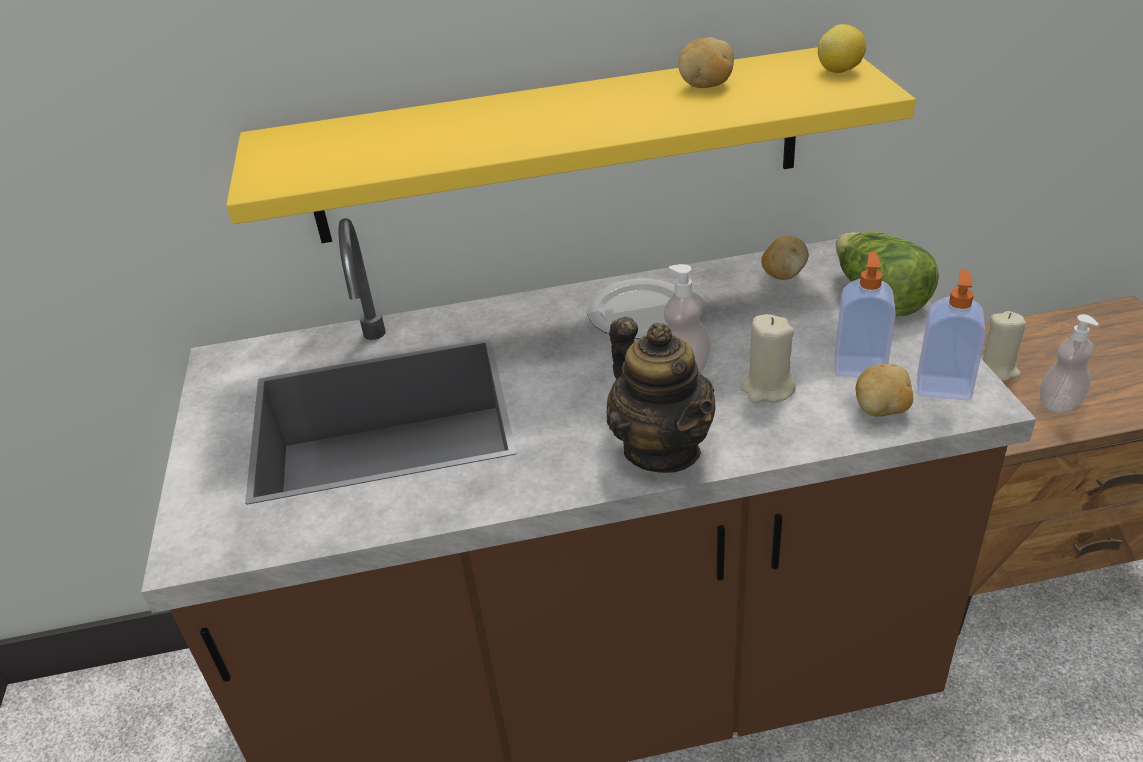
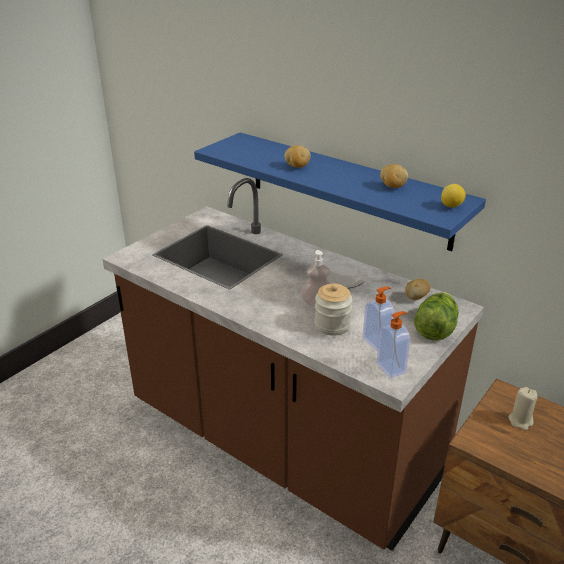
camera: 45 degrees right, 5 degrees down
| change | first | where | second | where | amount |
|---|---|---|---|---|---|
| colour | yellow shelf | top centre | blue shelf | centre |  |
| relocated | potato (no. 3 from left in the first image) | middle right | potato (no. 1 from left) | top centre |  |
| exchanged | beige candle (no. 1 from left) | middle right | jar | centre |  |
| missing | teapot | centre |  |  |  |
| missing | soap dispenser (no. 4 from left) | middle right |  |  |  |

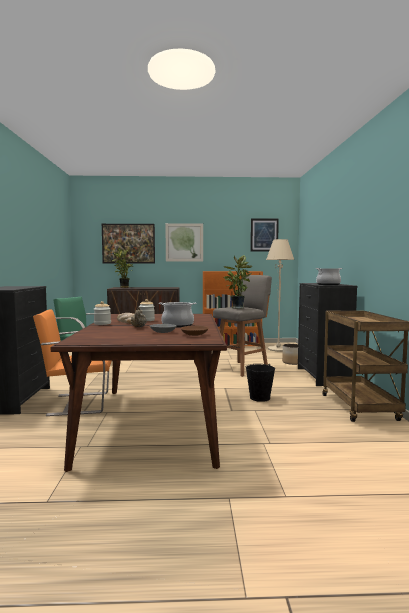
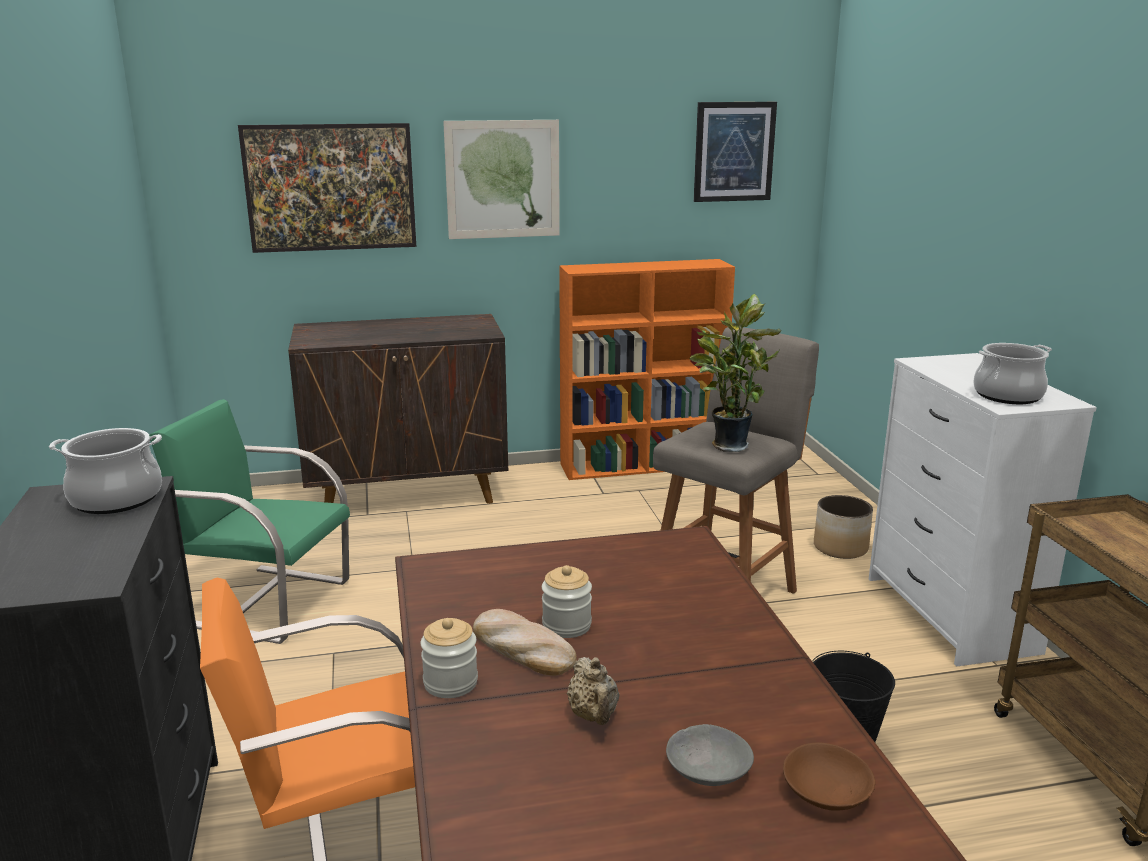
camera: 10 degrees left, 15 degrees up
| change | first | where | second | where | amount |
|---|---|---|---|---|---|
| relocated | cooking pot (no. 1 from left) | centre |  | middle left |  |
| colour | black dresser (no. 2 from left) | middle right | white dresser | middle right |  |
| missing | potted plant (no. 1 from left) | middle left |  |  |  |
| missing | beige floor lamp | middle right |  |  |  |

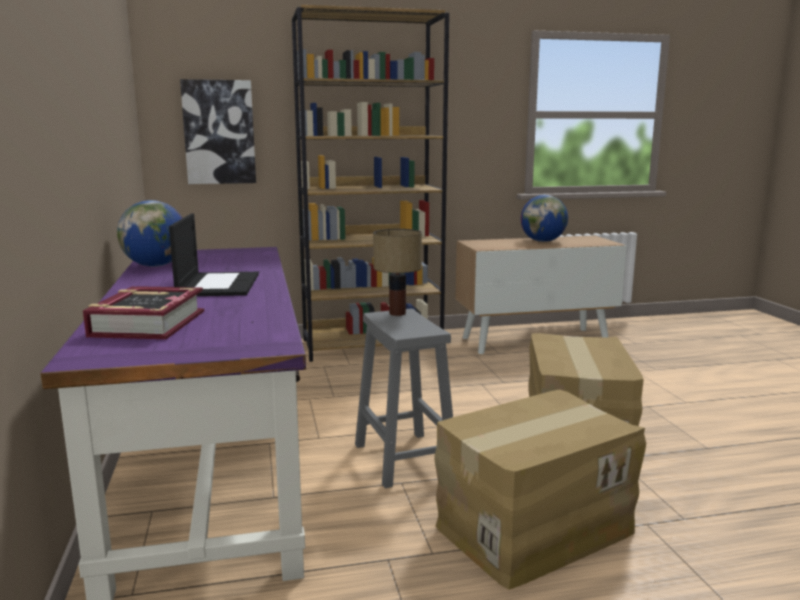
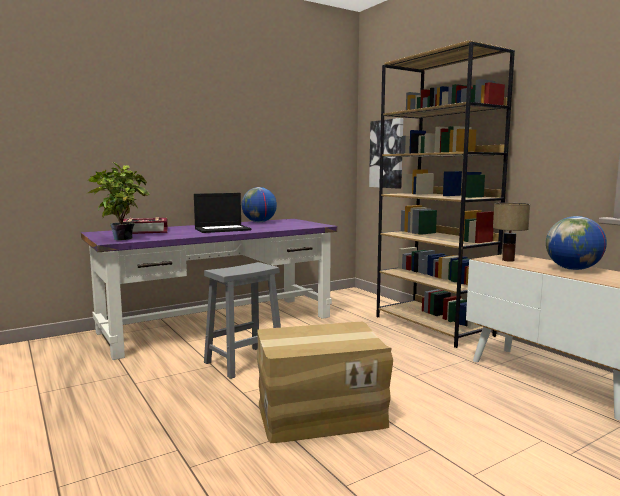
camera: 70 degrees right, 5 degrees down
| change | first | where | second | where | amount |
|---|---|---|---|---|---|
| appeared |  |  | potted plant | middle left |  |
| relocated | table lamp | centre |  | middle right |  |
| missing | cardboard box (no. 1 from left) | bottom right |  |  |  |

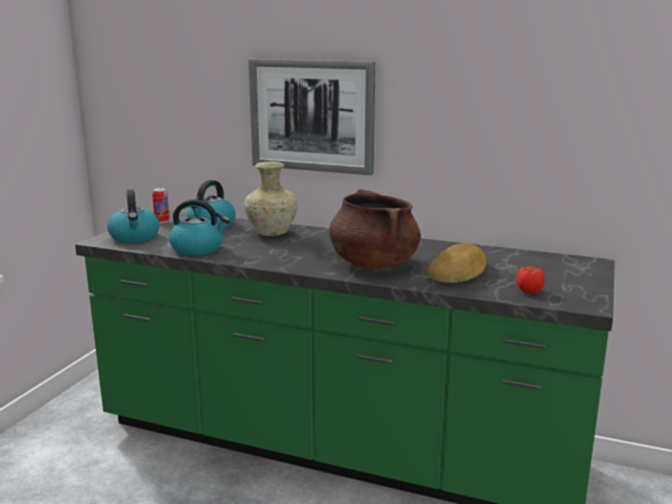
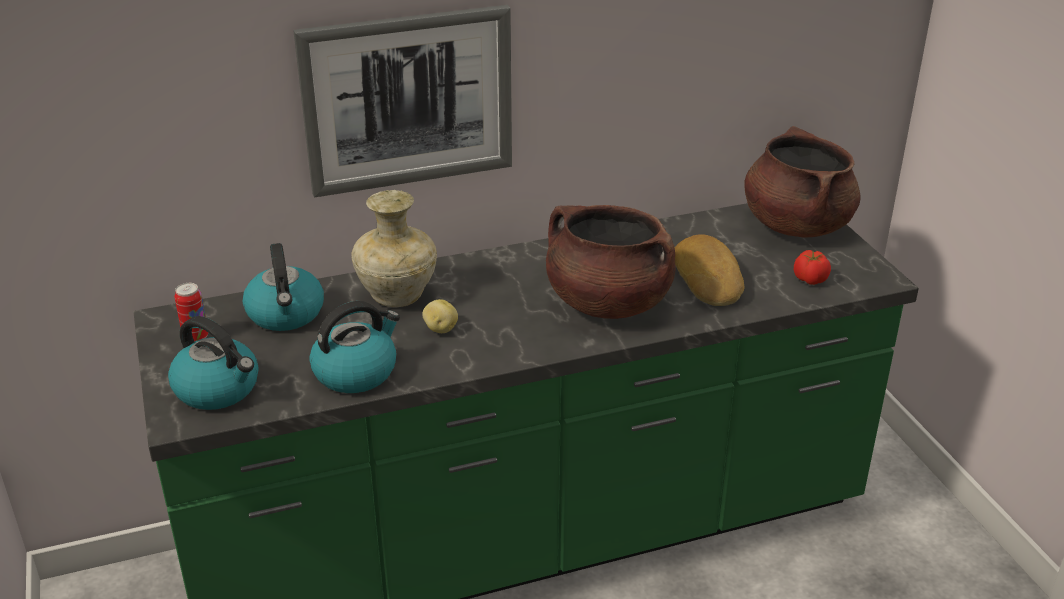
camera: 40 degrees left, 15 degrees up
| change | first | where | second | where | amount |
|---|---|---|---|---|---|
| appeared |  |  | potato | centre |  |
| appeared |  |  | brown cooking pot (no. 2 from left) | top right |  |

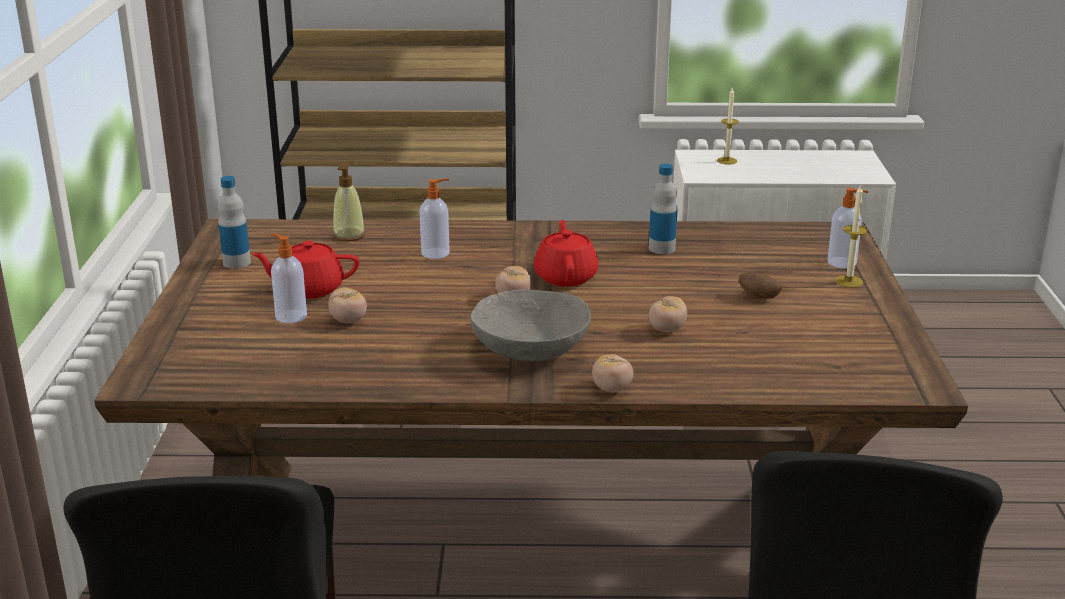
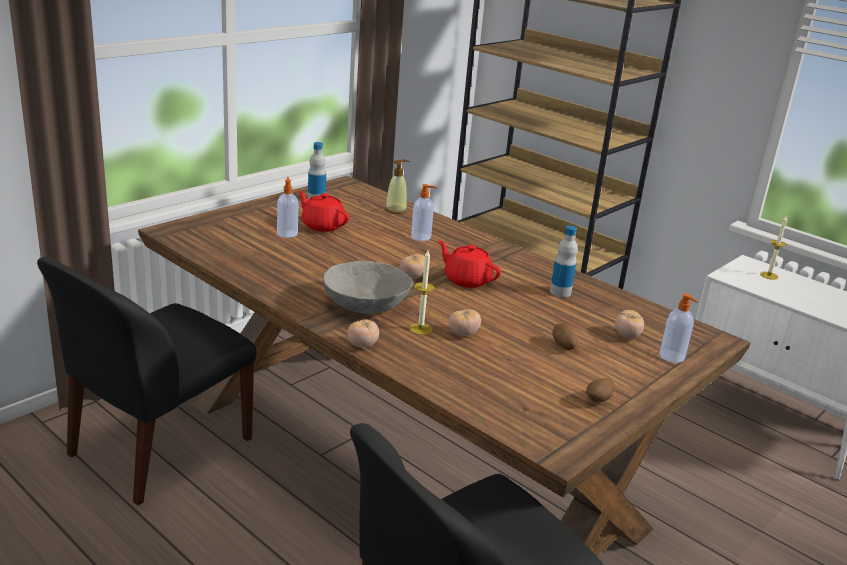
camera: 40 degrees right, 0 degrees up
| change | first | where | second | where | amount |
|---|---|---|---|---|---|
| relocated | candle (no. 2 from left in the first image) | middle right | candle (no. 1 from left) | centre |  |
| spun | red teapot (no. 2 from left) | centre |  | centre | 90 degrees counterclockwise |
| appeared |  |  | potato (no. 2 from left) | bottom right |  |
| relocated | tomato (no. 1 from left in the first image) | middle left | tomato (no. 4 from left) | middle right |  |

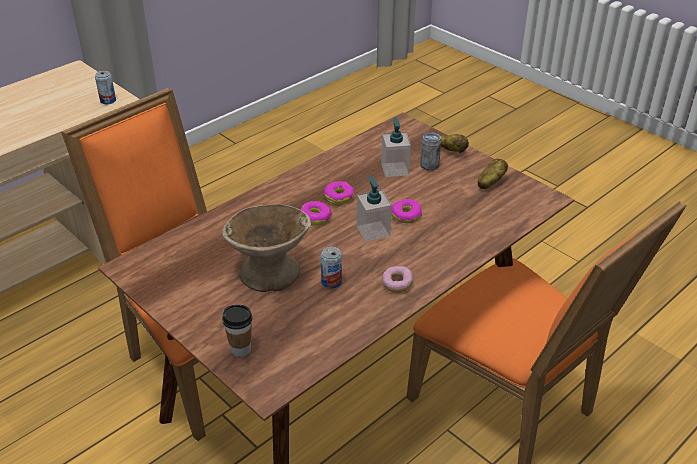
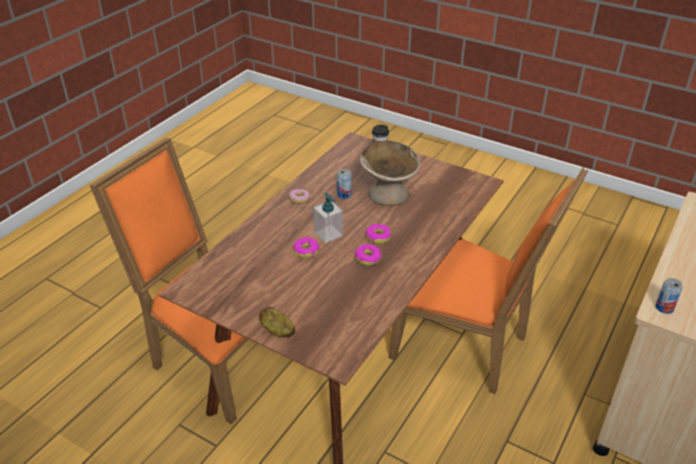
camera: 165 degrees right, 0 degrees up
| change | first | where | second | where | amount |
|---|---|---|---|---|---|
| missing | soap dispenser (no. 2 from left) | top centre |  |  |  |
| missing | can (no. 3 from left) | top centre |  |  |  |
| missing | potato (no. 2 from left) | middle right |  |  |  |

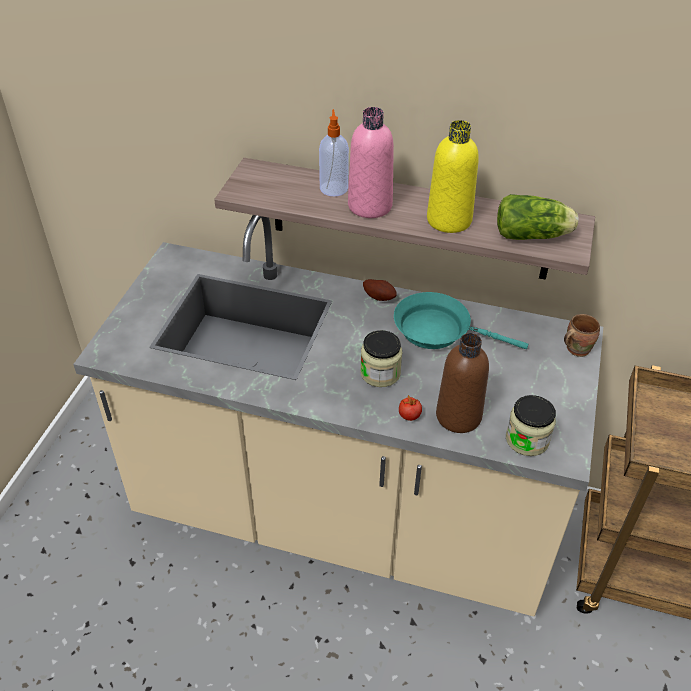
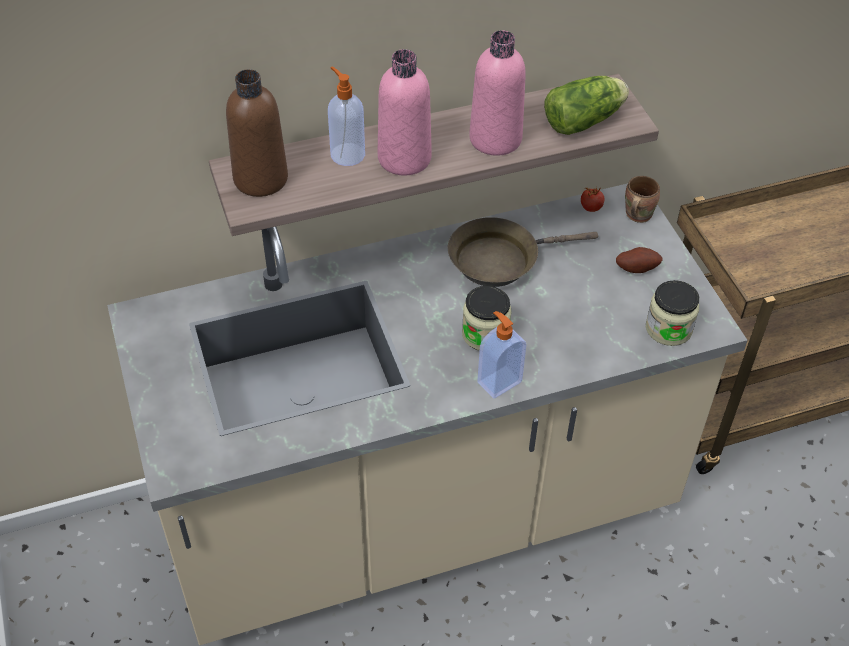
camera: 35 degrees left, 5 degrees up
| change | first | where | second | where | amount |
|---|---|---|---|---|---|
| relocated | brown bottle | middle right |  | top left |  |
| colour | turquoise frying pan | middle right | brown frying pan | centre |  |
| colour | yellow bottle | top centre | pink bottle (no. 2 from left) | top centre |  |
| appeared |  |  | soap dispenser (no. 2 from left) | centre |  |
| relocated | tomato | centre |  | top right |  |
| relocated | potato | centre |  | middle right |  |

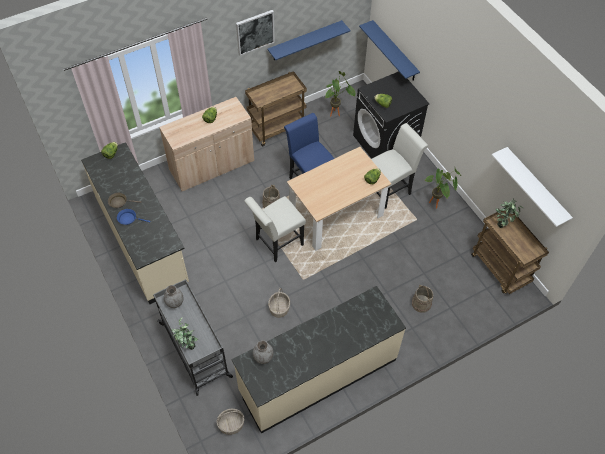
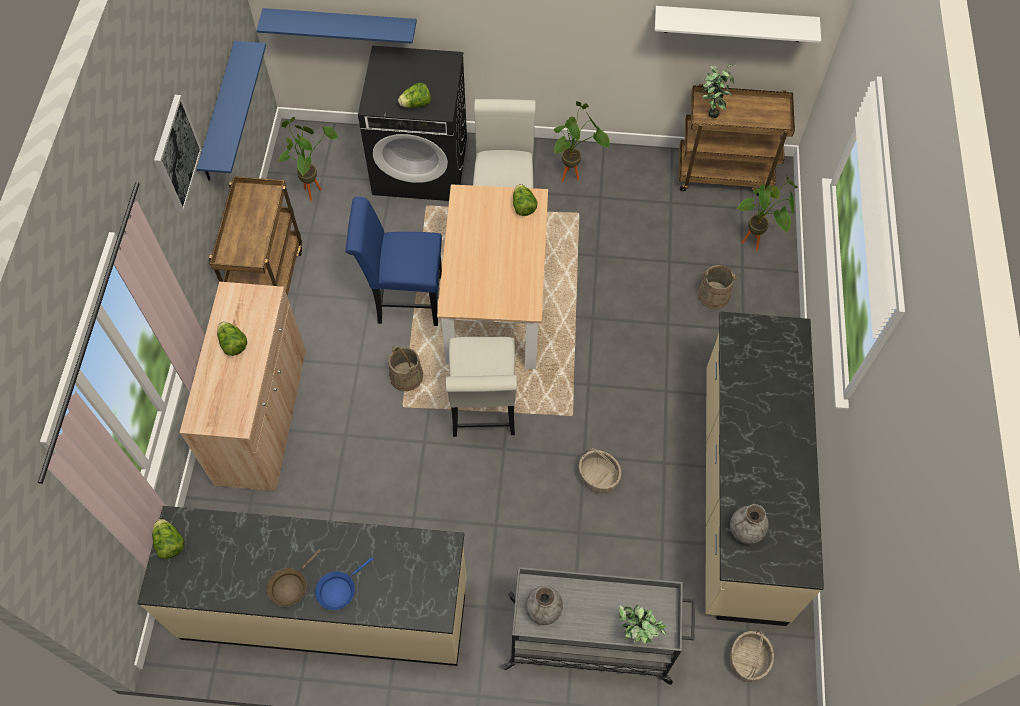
camera: 55 degrees left, 5 degrees up
| change | first | where | second | where | amount |
|---|---|---|---|---|---|
| appeared |  |  | potted plant (no. 5 from left) | top right |  |

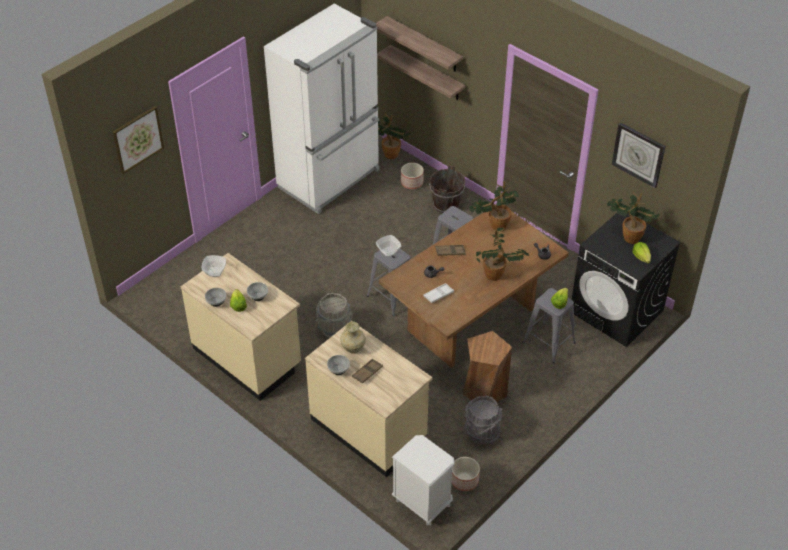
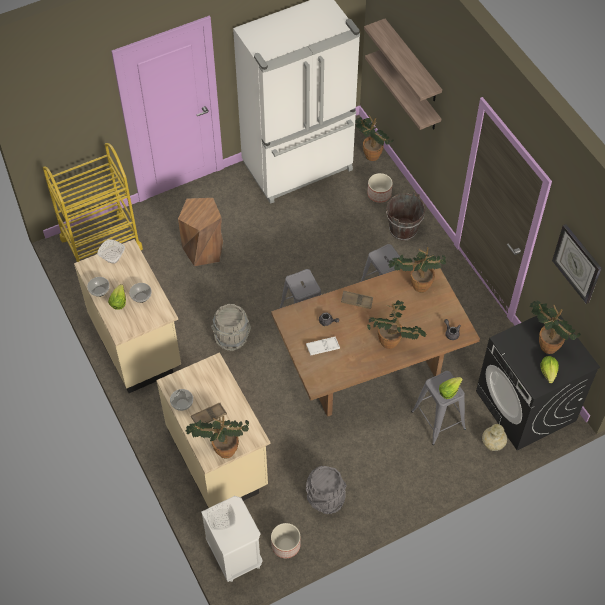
camera: 20 degrees right, 10 degrees up
| change | first | where | second | where | amount |
|---|---|---|---|---|---|
| appeared |  |  | yellow cart | middle left |  |
| relocated | brown stool | centre |  | middle left |  |
| appeared |  |  | potted plant (no. 1 from left) | bottom centre |  |
| relocated | bowl (no. 5 from left) | centre |  | bottom centre |  |
| relocated | beige vase | centre |  | bottom right |  |
| missing | picture | top left |  |  |  |

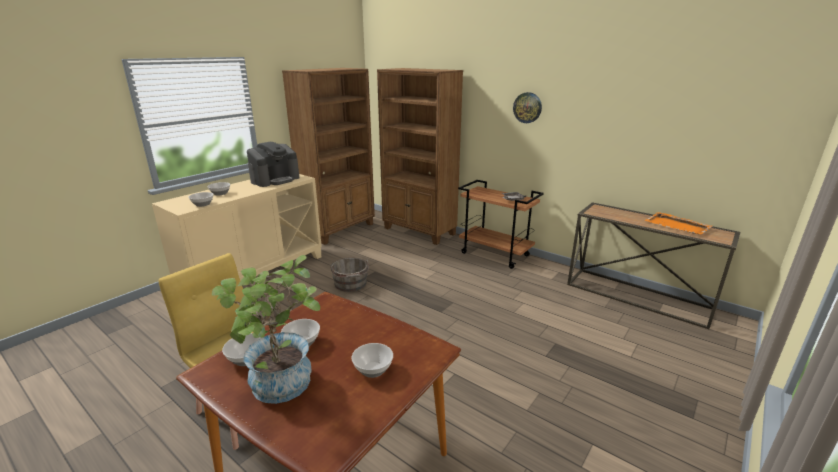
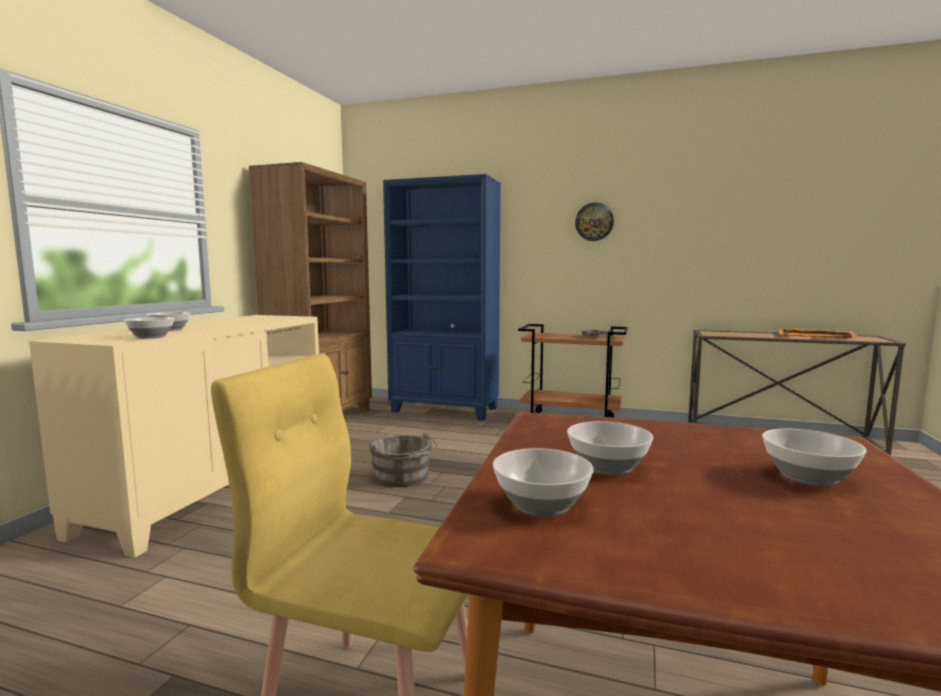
camera: 20 degrees left, 15 degrees down
| change | first | where | second | where | amount |
|---|---|---|---|---|---|
| colour | brown bookcase (no. 2 from left) | top centre | blue bookcase | centre |  |
| missing | potted plant | bottom left |  |  |  |
| missing | coffee machine | middle left |  |  |  |

